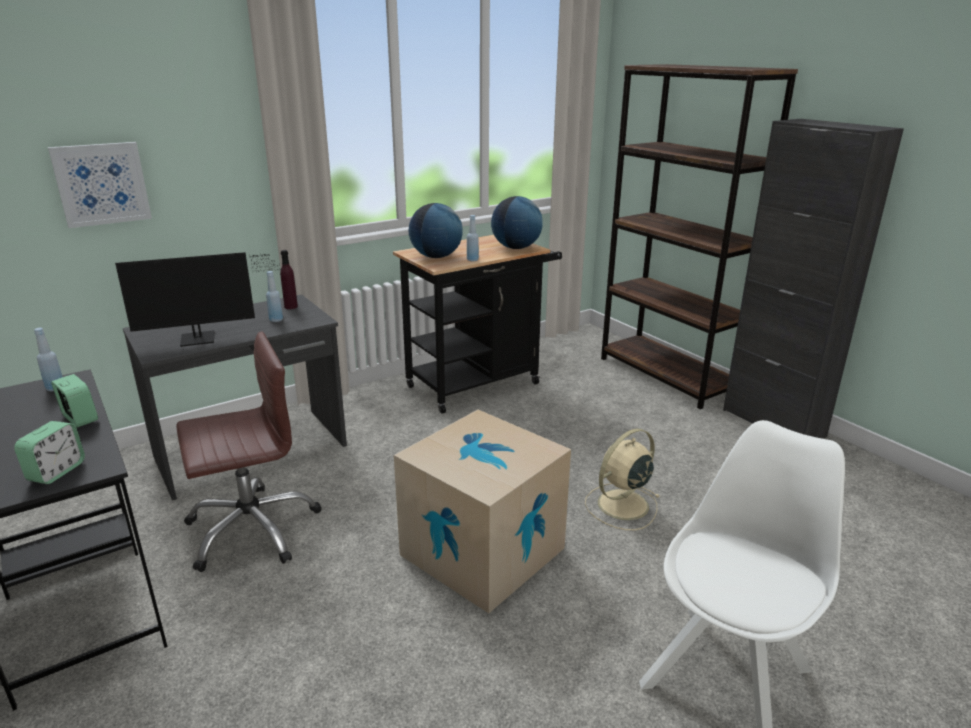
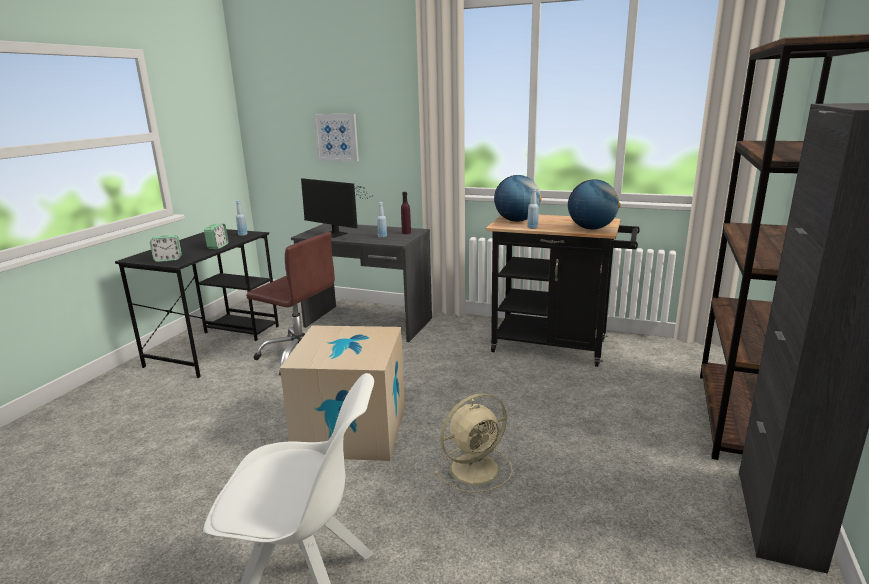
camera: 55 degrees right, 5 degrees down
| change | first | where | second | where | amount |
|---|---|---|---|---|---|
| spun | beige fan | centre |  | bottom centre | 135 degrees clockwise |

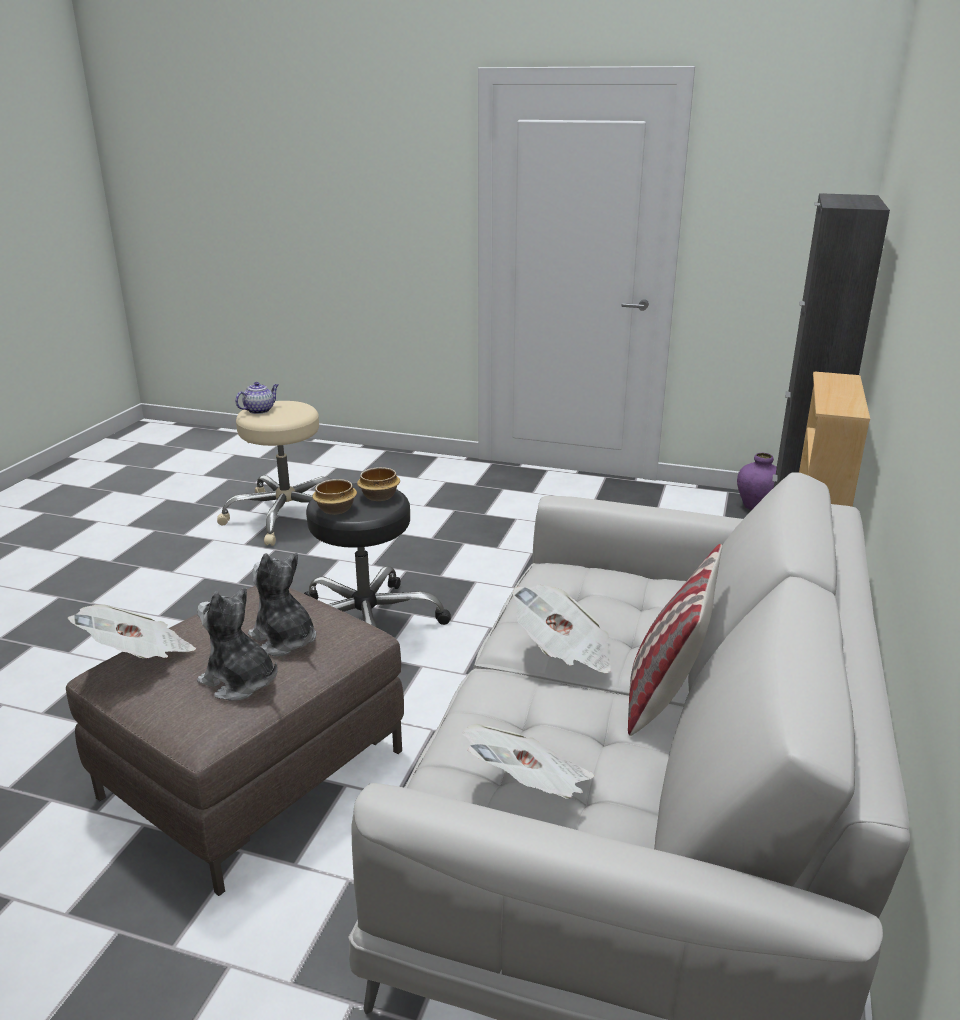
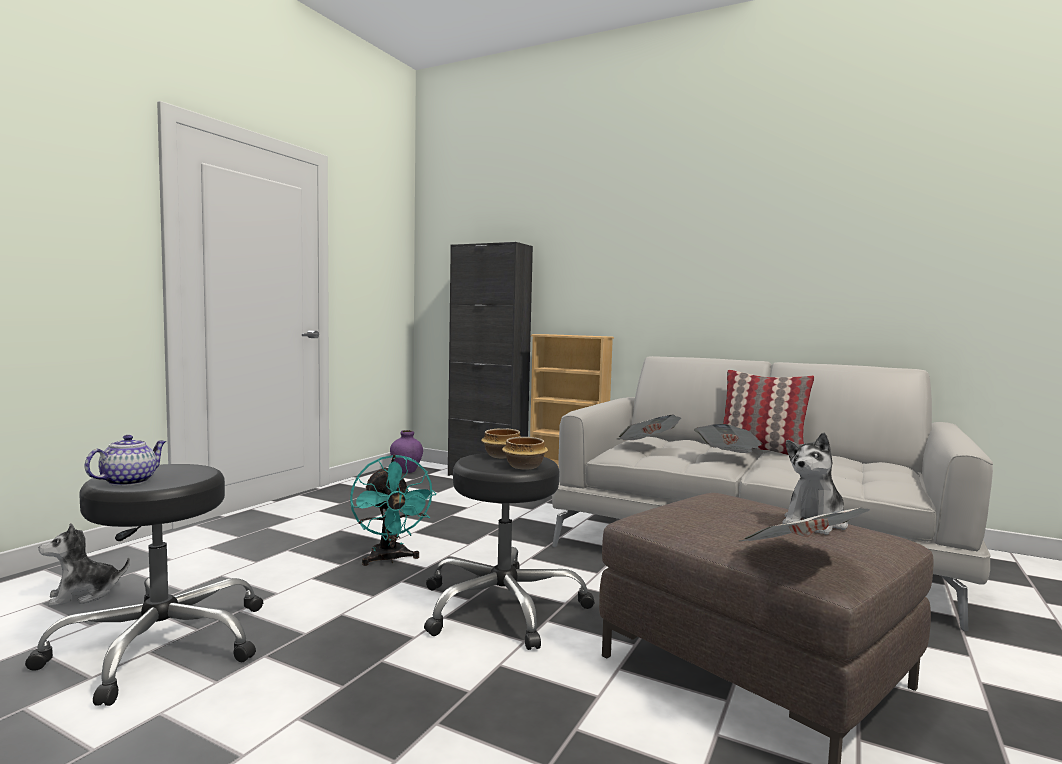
camera: 80 degrees left, 20 degrees down
| change | first | where | second | where | amount |
|---|---|---|---|---|---|
| colour | beige stool | middle left | black stool (no. 1 from left) | bottom left |  |
| relocated | plush toy (no. 2 from left in the first image) | middle left | plush toy (no. 1 from left) | bottom left |  |
| spun | teapot | middle left |  | middle left | 60 degrees clockwise |
| appeared |  |  | turquoise fan | bottom centre |  |
| relocated | newspaper (no. 2 from left in the first image) | bottom centre | newspaper (no. 1 from left) | centre |  |

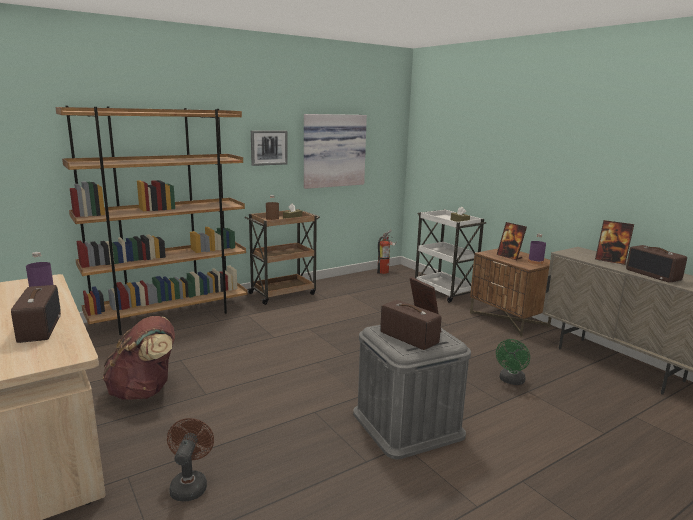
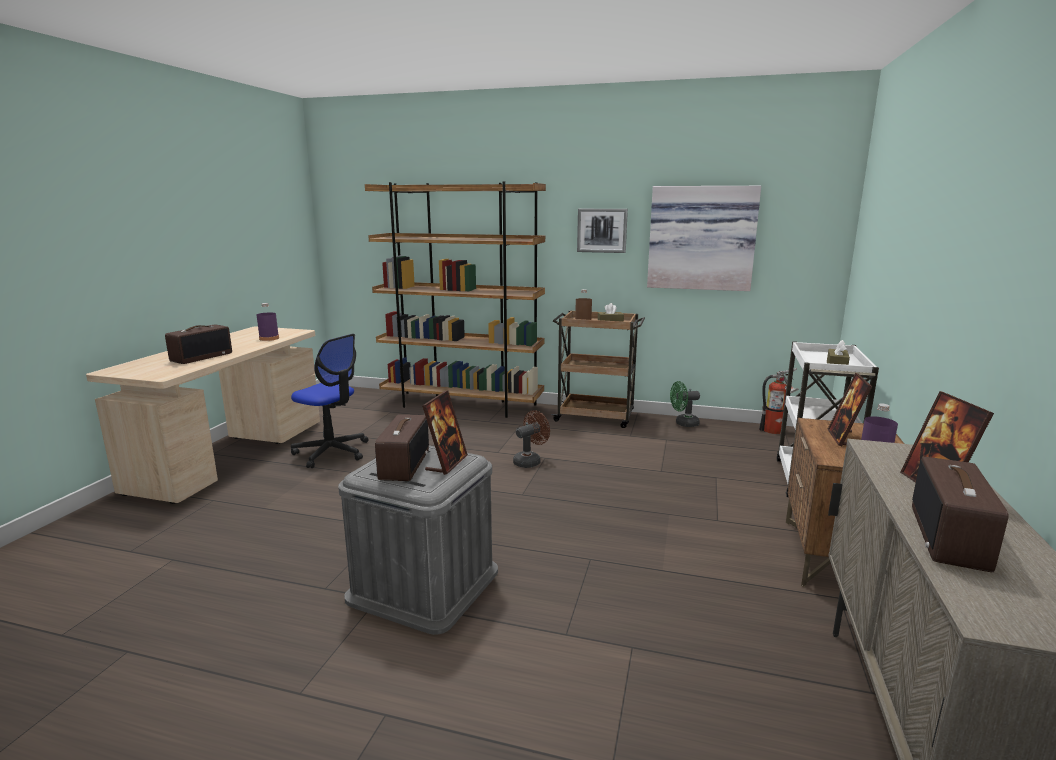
camera: 50 degrees right, 0 degrees up
| change | first | where | second | where | amount |
|---|---|---|---|---|---|
| exchanged | brown backpack | bottom left | office chair | middle left |  |
| relocated | brown fan | bottom left |  | centre |  |
| relocated | green fan | bottom right |  | centre |  |

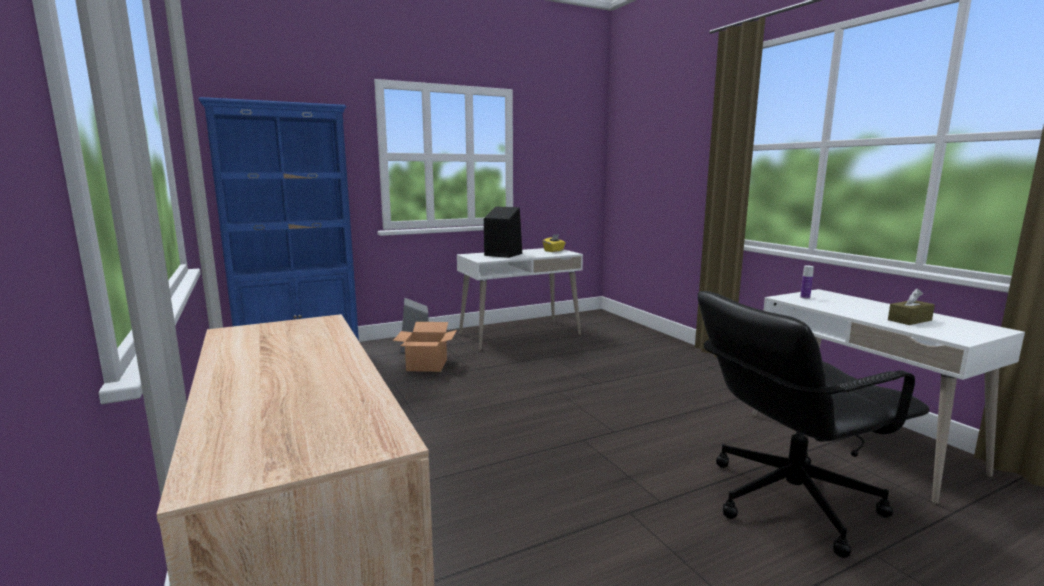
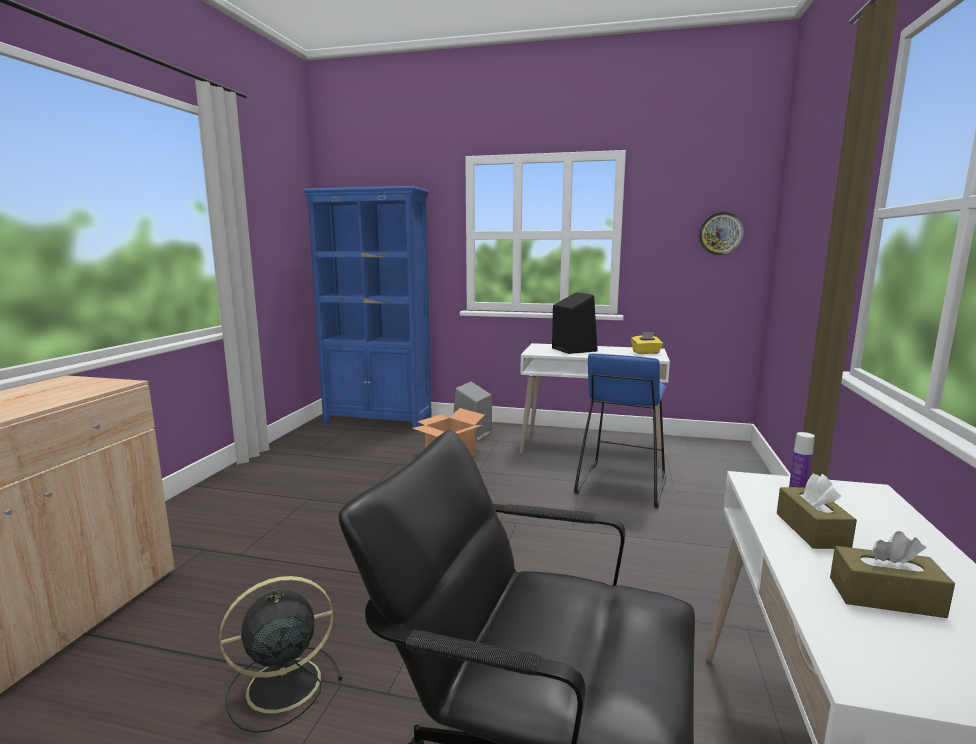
camera: 40 degrees right, 0 degrees up
| change | first | where | second | where | amount |
|---|---|---|---|---|---|
| appeared |  |  | black fan | bottom left |  |
| appeared |  |  | blue stool | centre |  |
| appeared |  |  | wall clock | top right |  |
| appeared |  |  | brown tissue box (no. 1 from left) | bottom right |  |

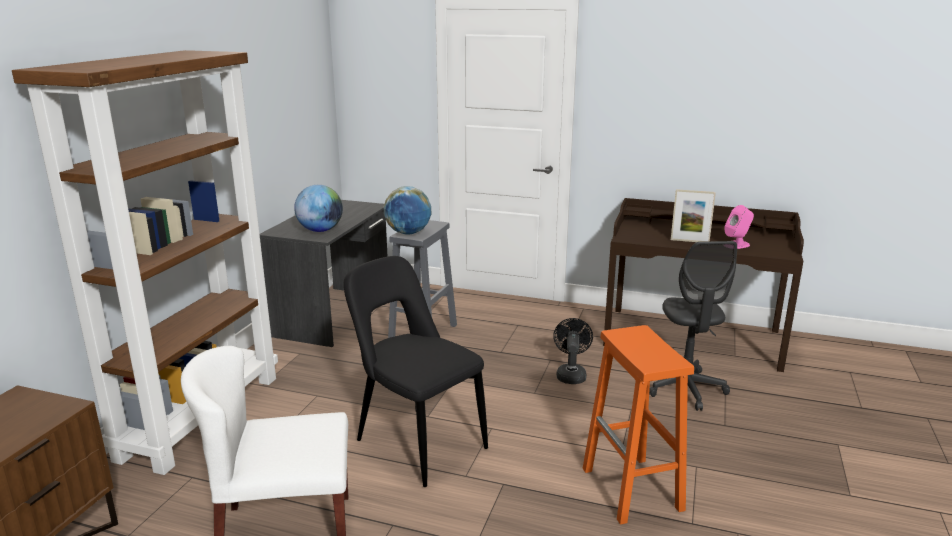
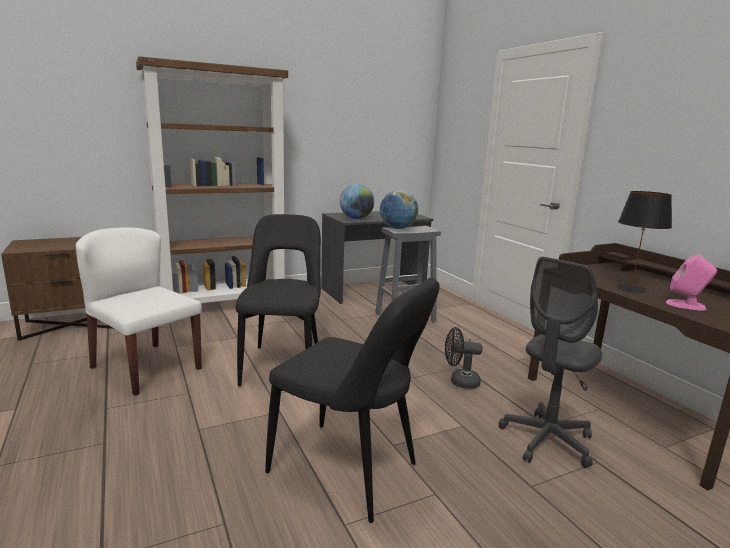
camera: 45 degrees right, 5 degrees down
| change | first | where | second | where | amount |
|---|---|---|---|---|---|
| exchanged | orange stool | bottom right | black chair (no. 2 from left) | bottom centre |  |
| spun | black fan | centre |  | centre | 135 degrees counterclockwise |
| exchanged | picture frame | middle right | black table lamp | middle right |  |

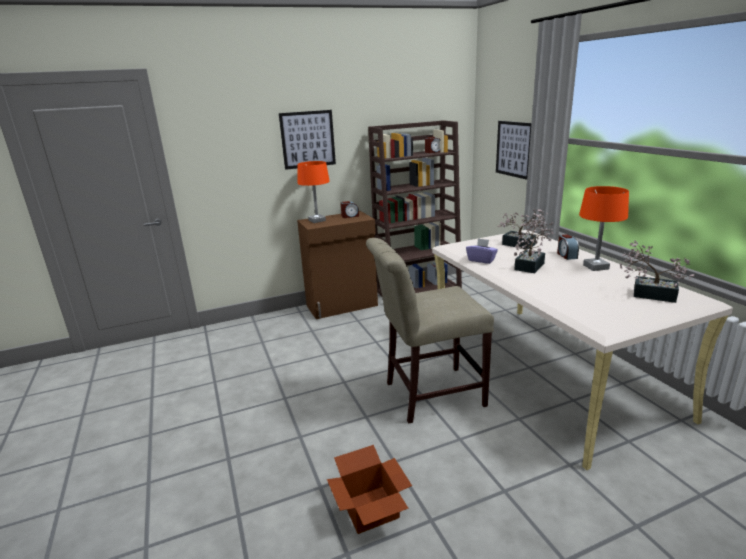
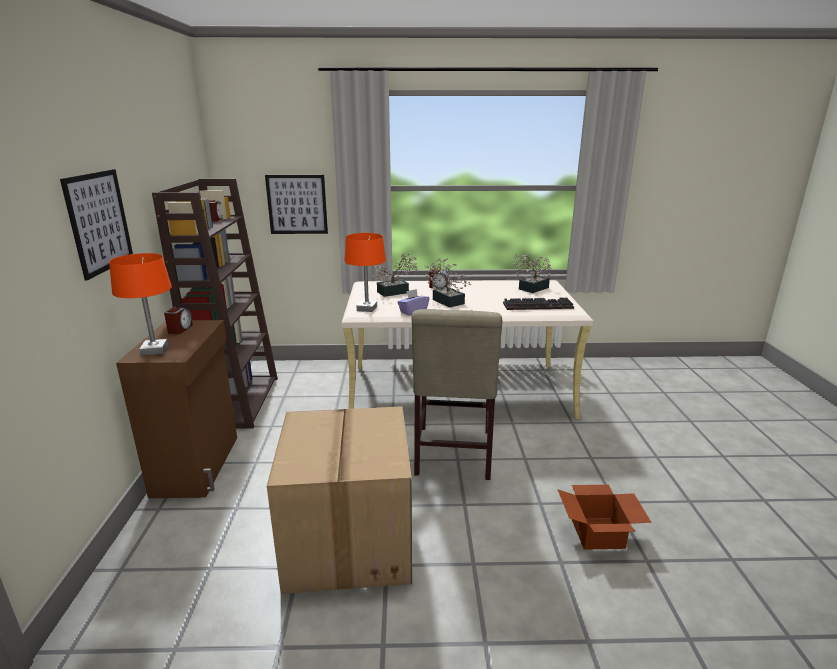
camera: 70 degrees left, 0 degrees up
| change | first | where | second | where | amount |
|---|---|---|---|---|---|
| appeared |  |  | cardboard box (no. 1 from left) | bottom centre |  |
| relocated | orange table lamp (no. 2 from left) | middle right |  | centre |  |
| appeared |  |  | keyboard | centre |  |

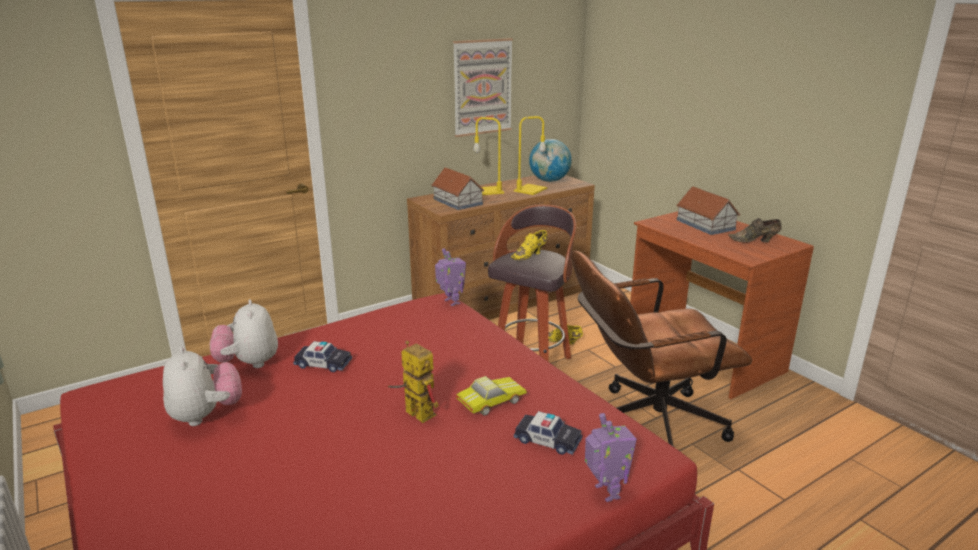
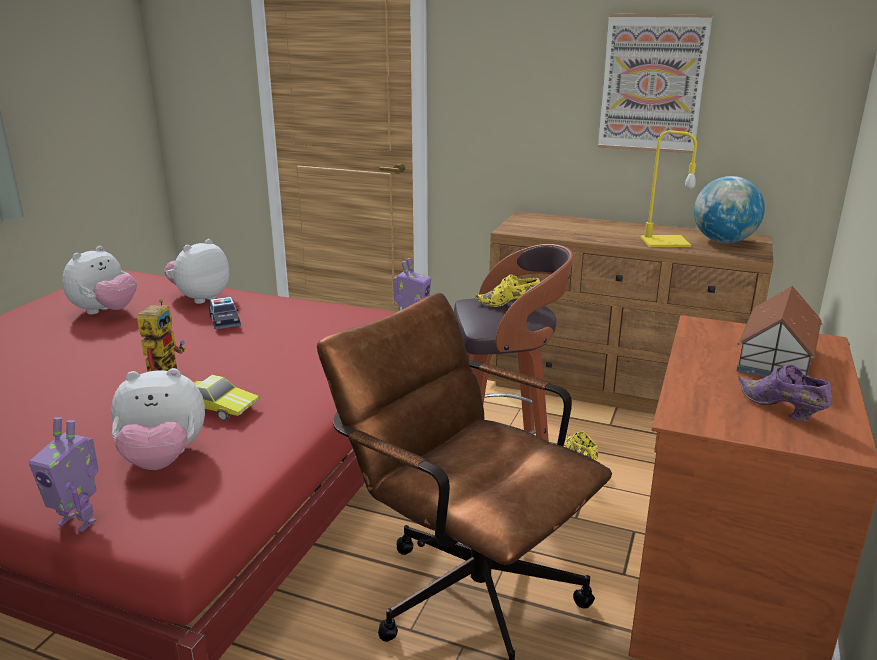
camera: 55 degrees right, 0 degrees up
| change | first | where | second | where | amount |
|---|---|---|---|---|---|
| spun | toy robot (no. 3 from left in the first image) | bottom centre | toy robot (no. 1 from left) | bottom left | 75 degrees clockwise |
| exchanged | toy car (no. 3 from left) | bottom centre | plush toy (no. 2 from left) | middle left |  |
| colour | brown shoe | middle right | purple shoe | middle right |  |
| missing | toy house (no. 1 from left) | centre |  |  |  |
| missing | yellow table lamp (no. 1 from left) | top centre |  |  |  |

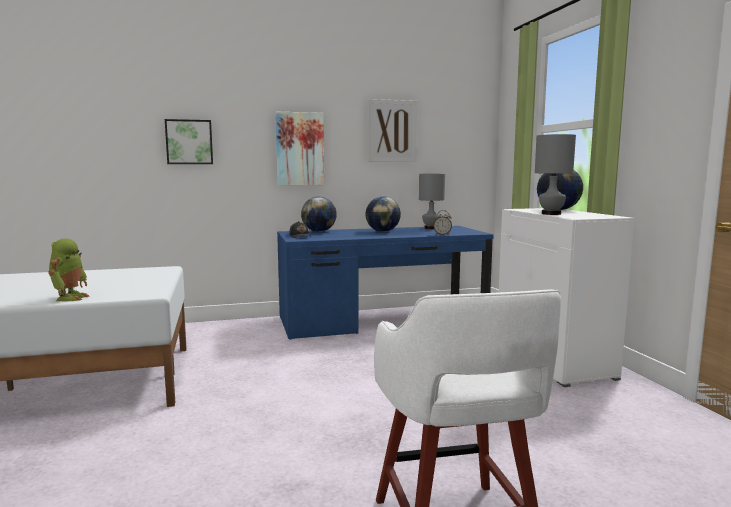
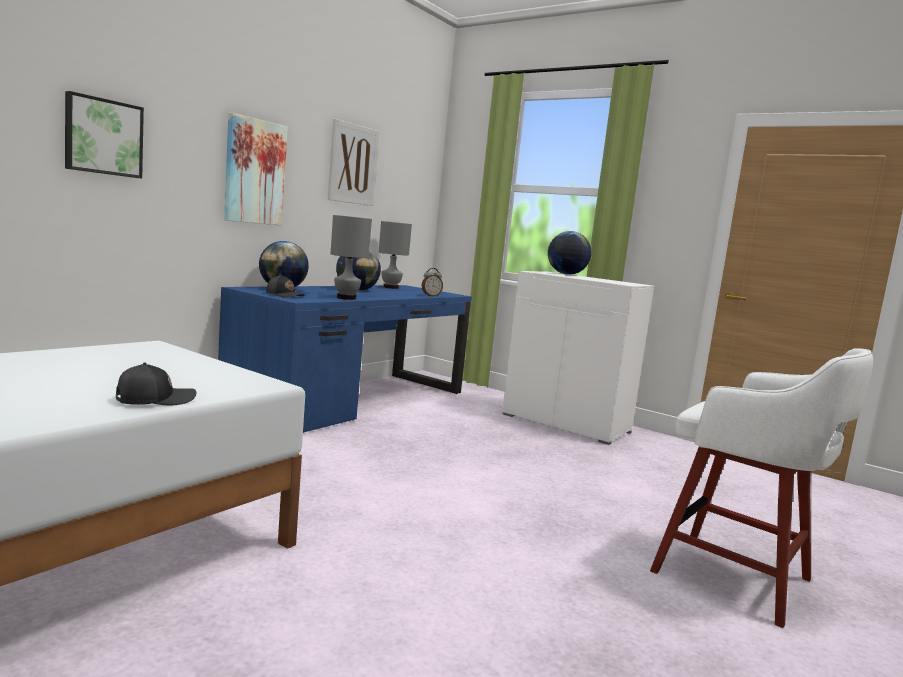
camera: 40 degrees left, 0 degrees up
| change | first | where | second | where | amount |
|---|---|---|---|---|---|
| exchanged | toy robot | middle left | black cap (no. 1 from left) | middle left |  |
| relocated | grey table lamp (no. 2 from left in the first image) | middle right | grey table lamp (no. 1 from left) | centre |  |

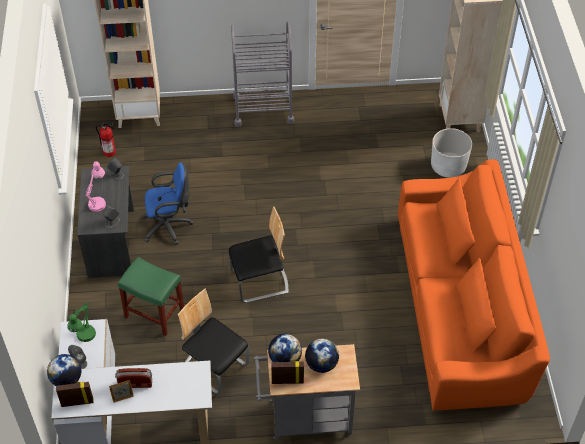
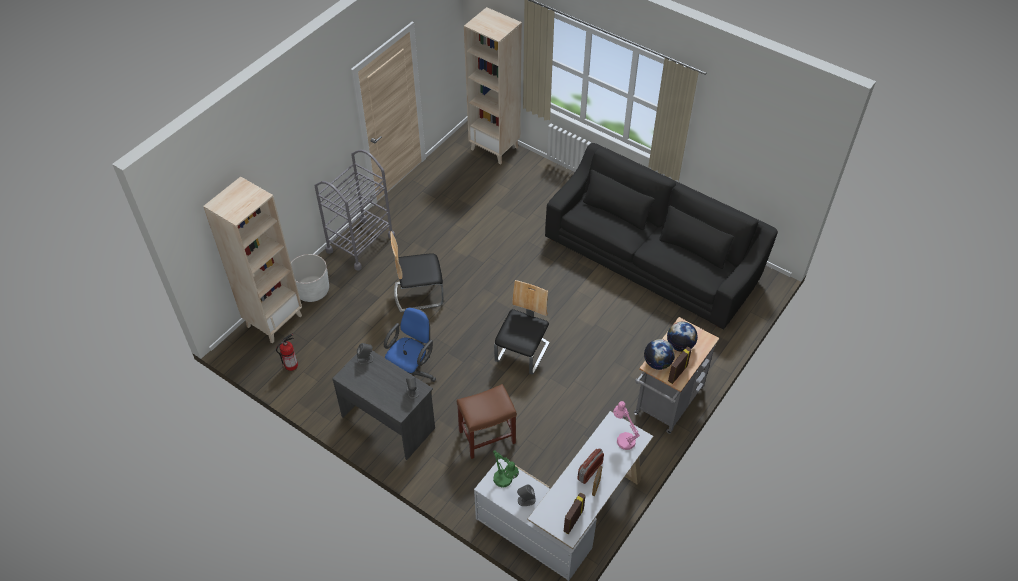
camera: 50 degrees left, 0 degrees up
| change | first | where | second | where | amount |
|---|---|---|---|---|---|
| relocated | white planter | middle right |  | middle left |  |
| relocated | chair (no. 1 from left) | bottom centre |  | centre |  |
| colour | green stool | bottom left | brown stool | bottom centre |  |
| colour | orange sofa | middle right | black sofa | centre |  |
| relocated | pink table lamp | middle left |  | bottom centre |  |
| missing | globe (no. 1 from left) | bottom left |  |  |  |

